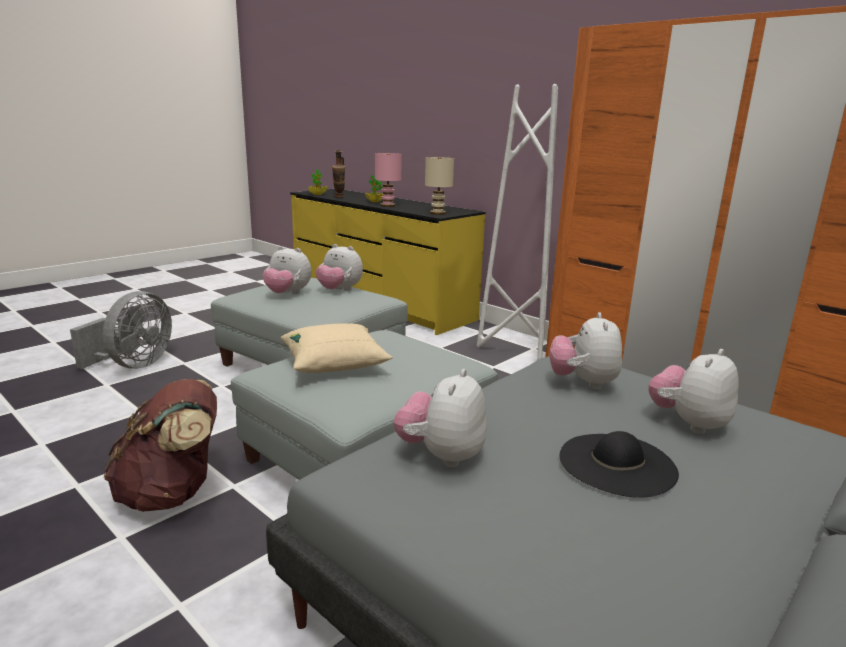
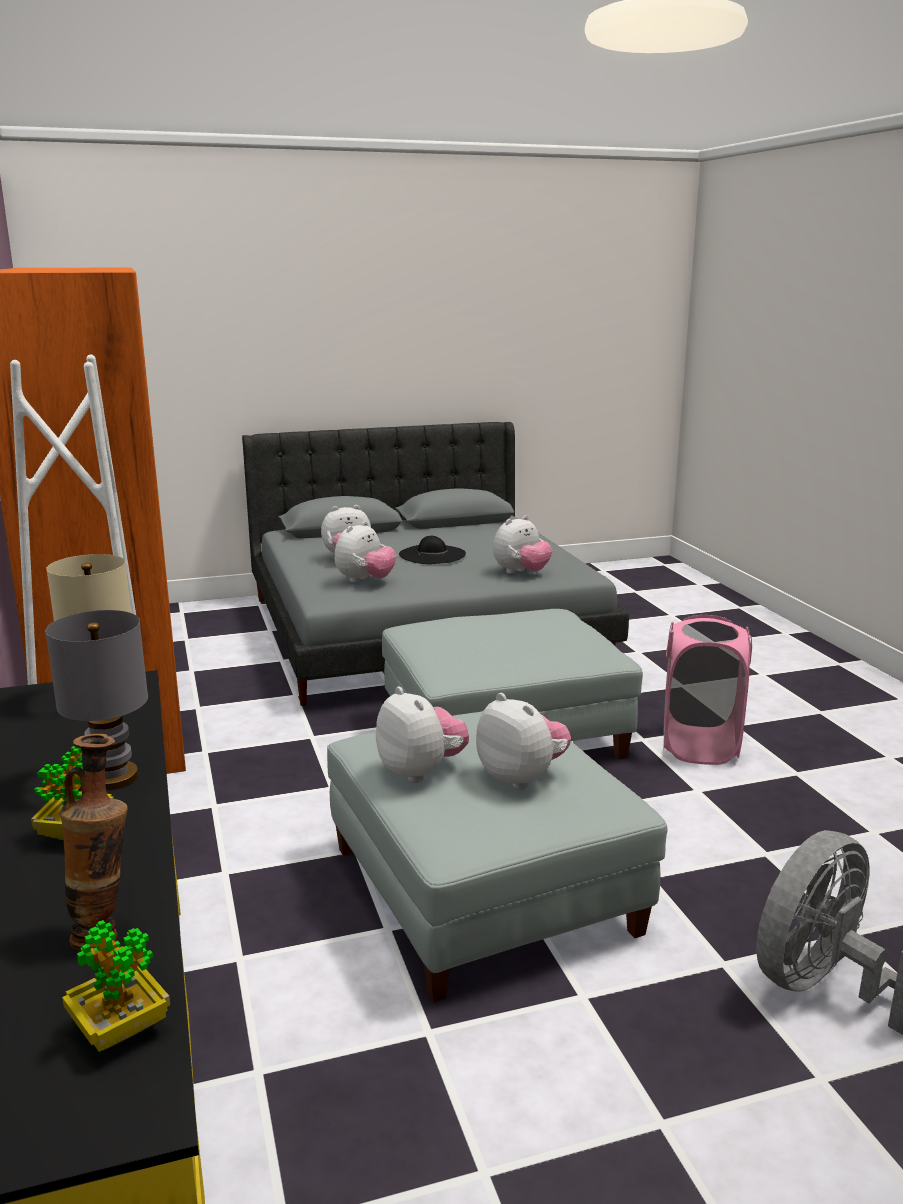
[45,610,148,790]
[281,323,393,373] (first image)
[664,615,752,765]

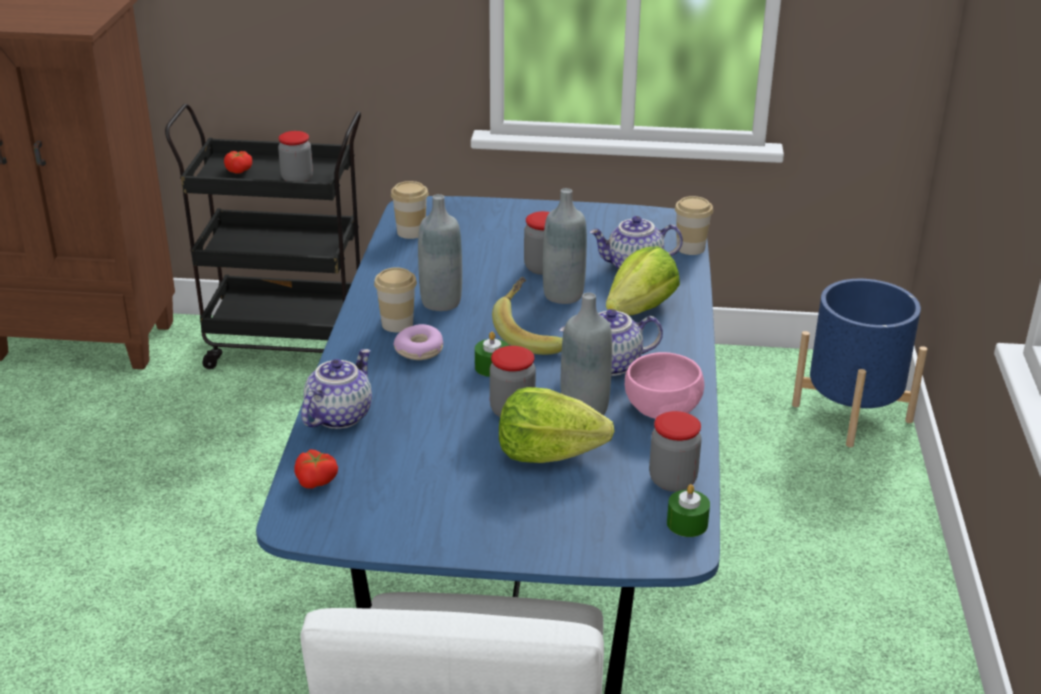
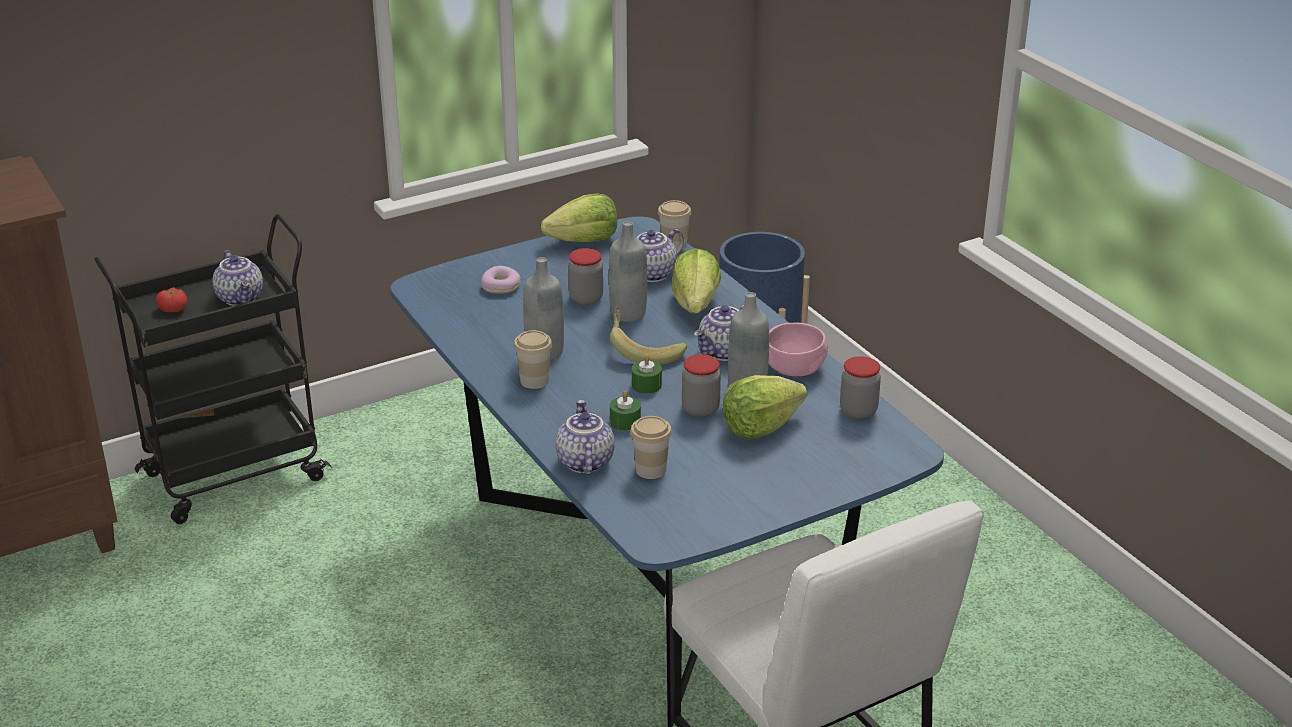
[213,250,263,306]
[630,416,672,479]
[481,266,521,294]
[294,450,338,489] (first image)
[610,390,641,431]
[541,193,617,242]

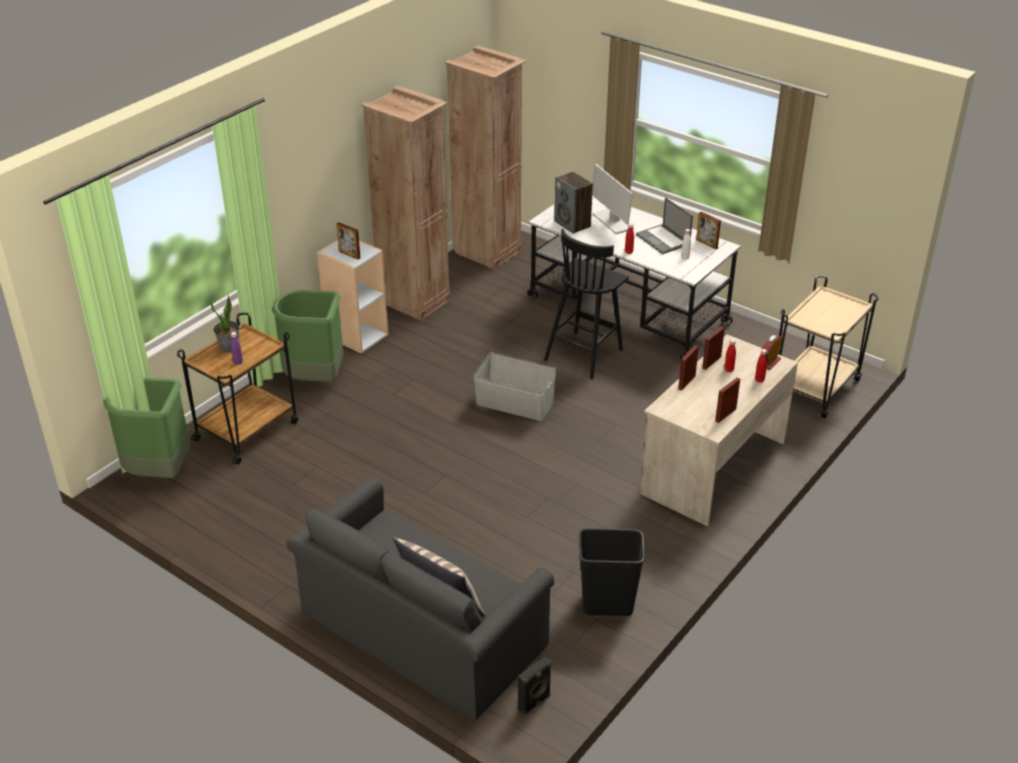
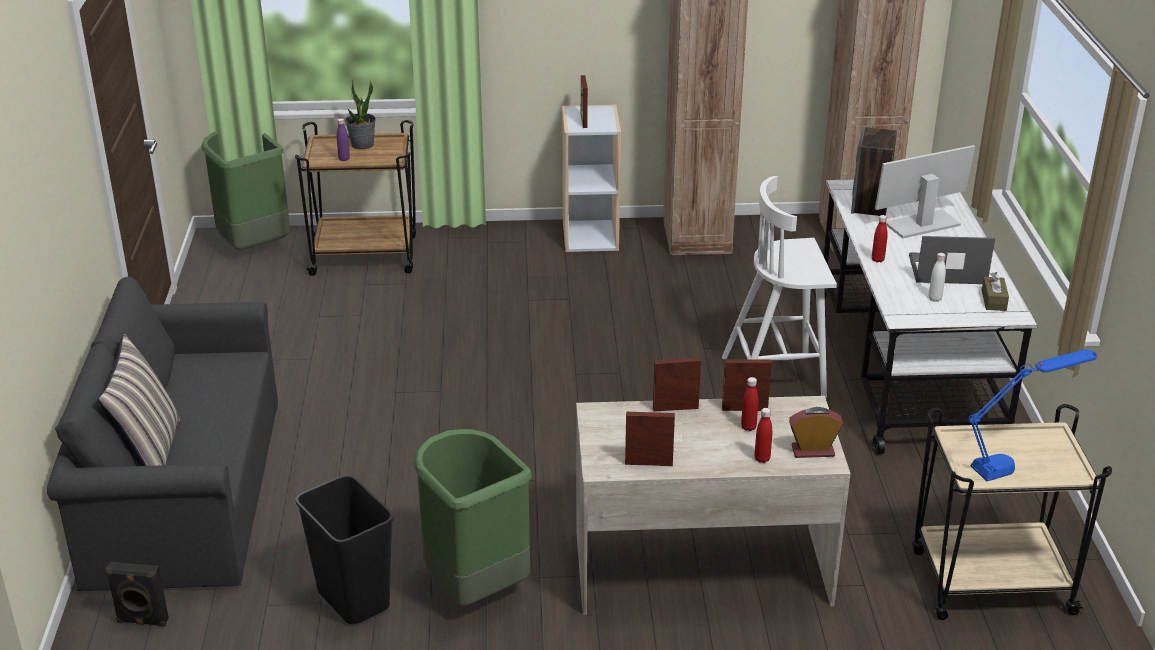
[875,145,975,239]
[909,236,995,284]
[982,272,1009,311]
[722,176,837,398]
[413,429,532,607]
[474,352,556,421] (first image)
[968,349,1097,482]

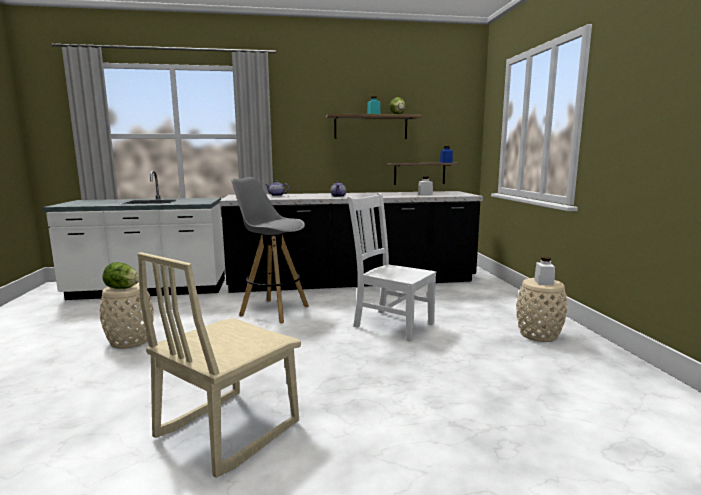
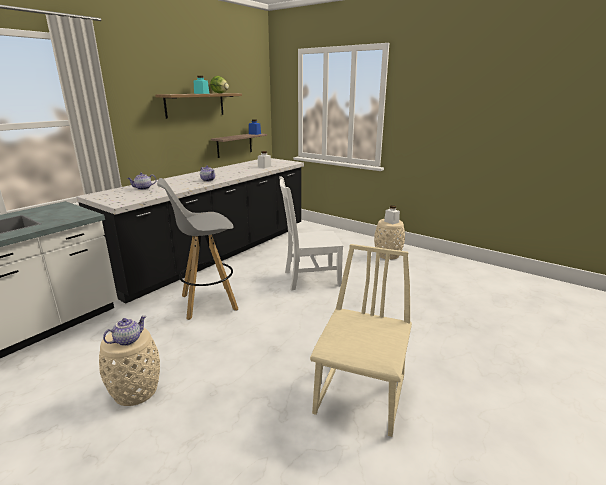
[310,244,412,437]
[103,316,146,346]

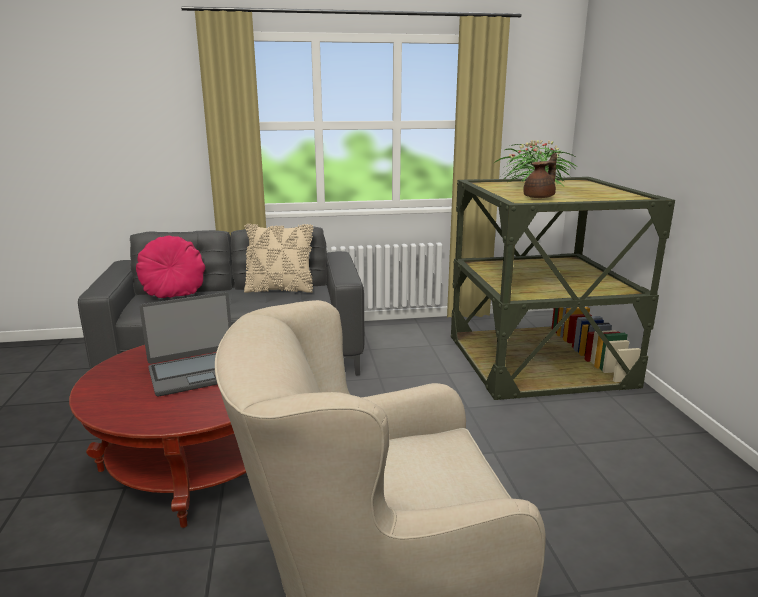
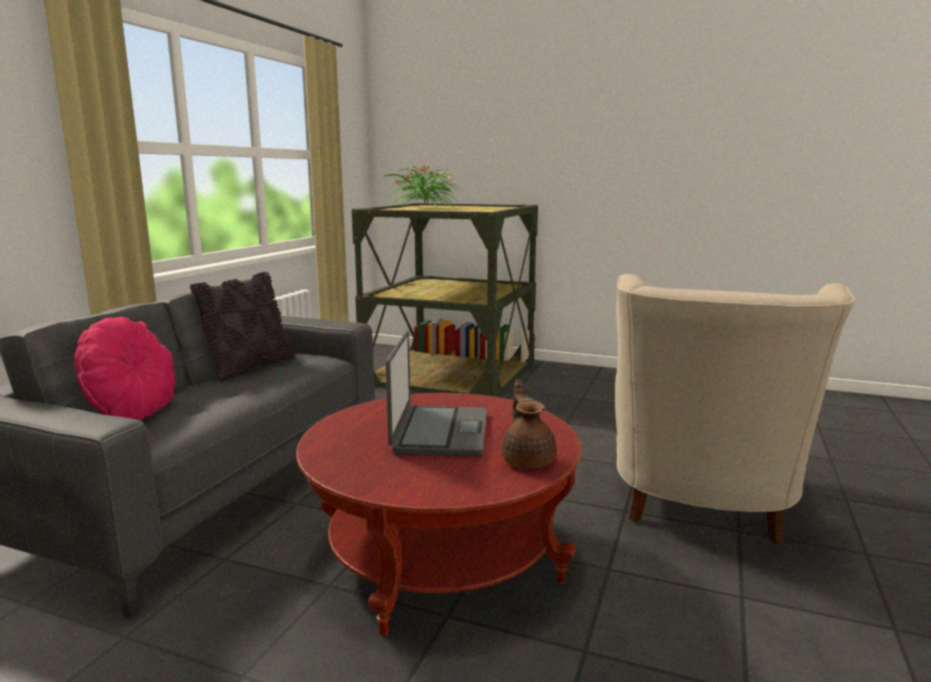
[502,379,557,469]
[190,272,296,382]

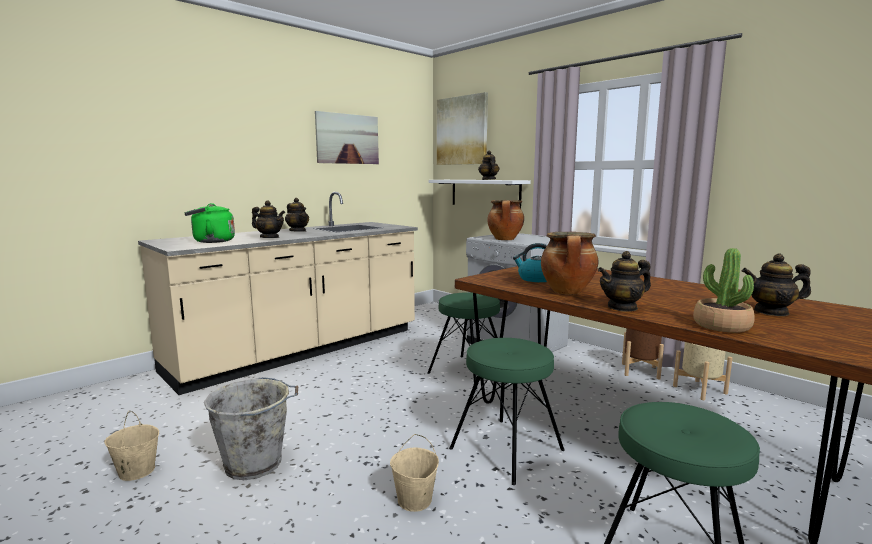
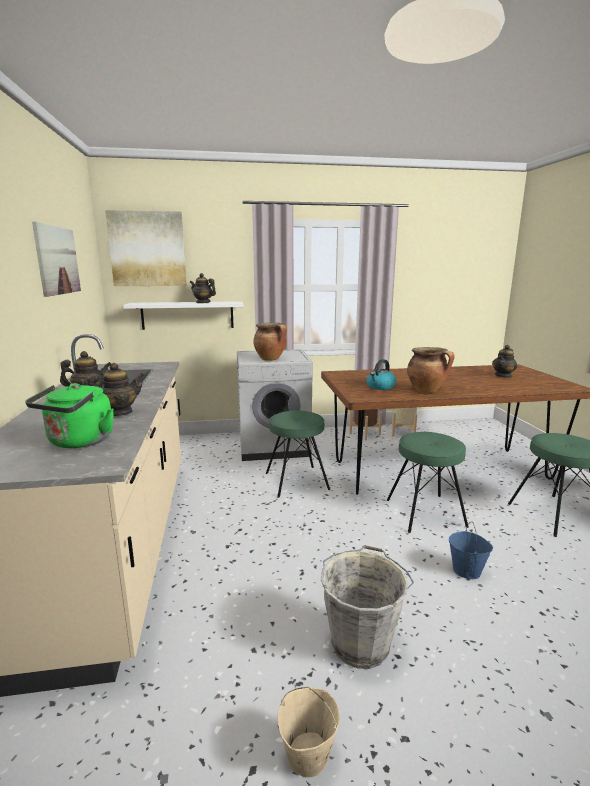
[693,248,755,333] (first image)
[598,251,651,312] (first image)
[449,522,493,579]

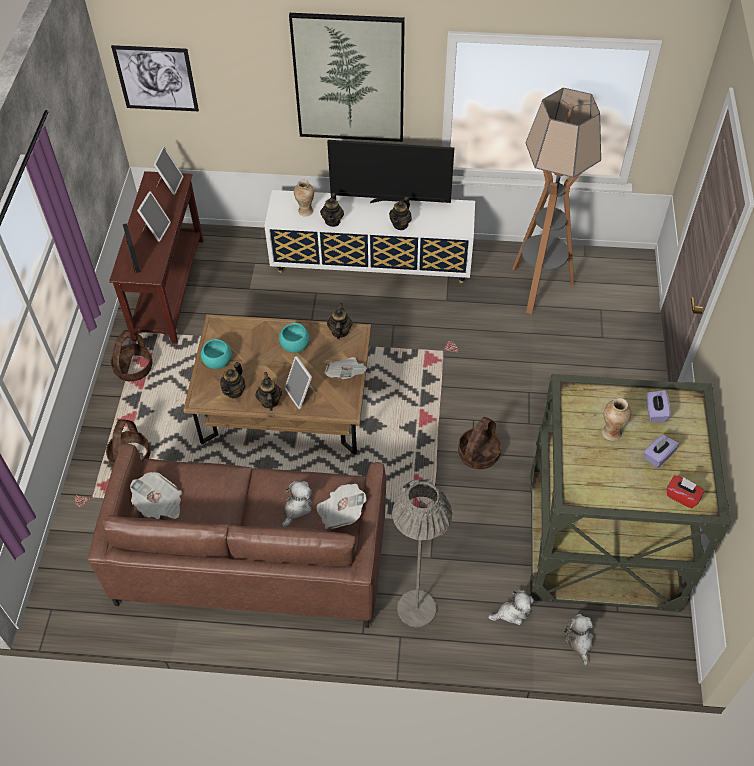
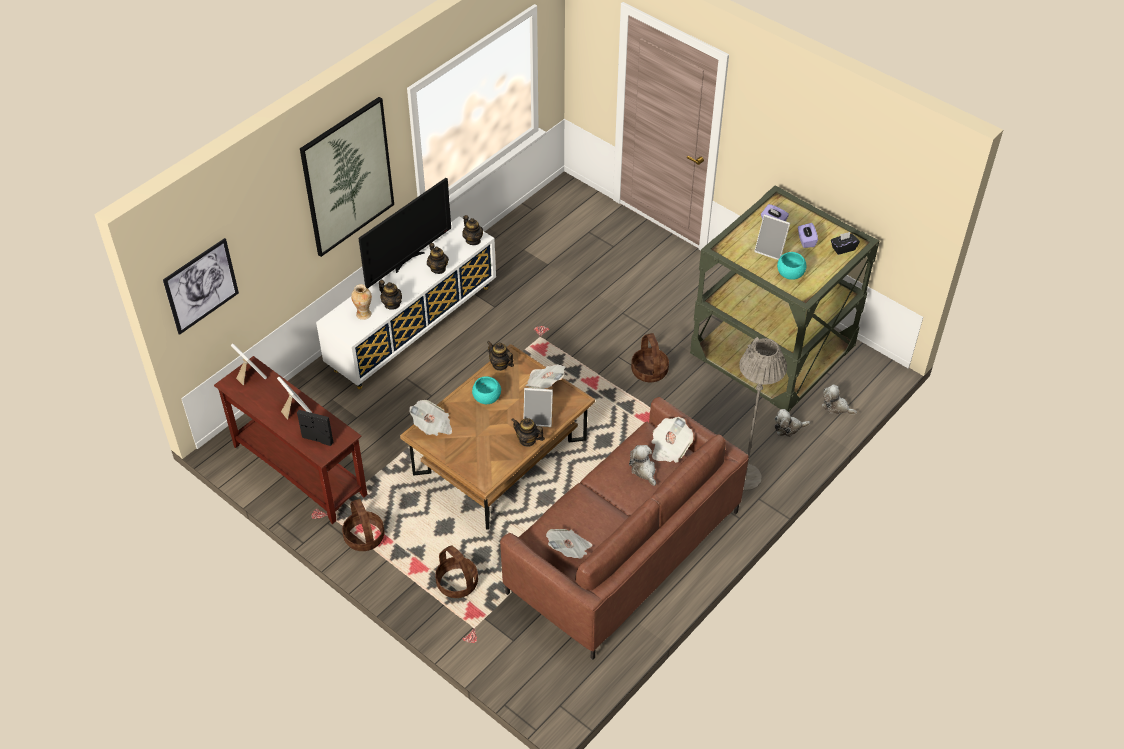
[512,88,601,314] (first image)
[777,252,806,280]
[462,215,483,245]
[754,214,790,260]
[831,232,860,255]
[775,409,810,437]
[409,400,452,436]

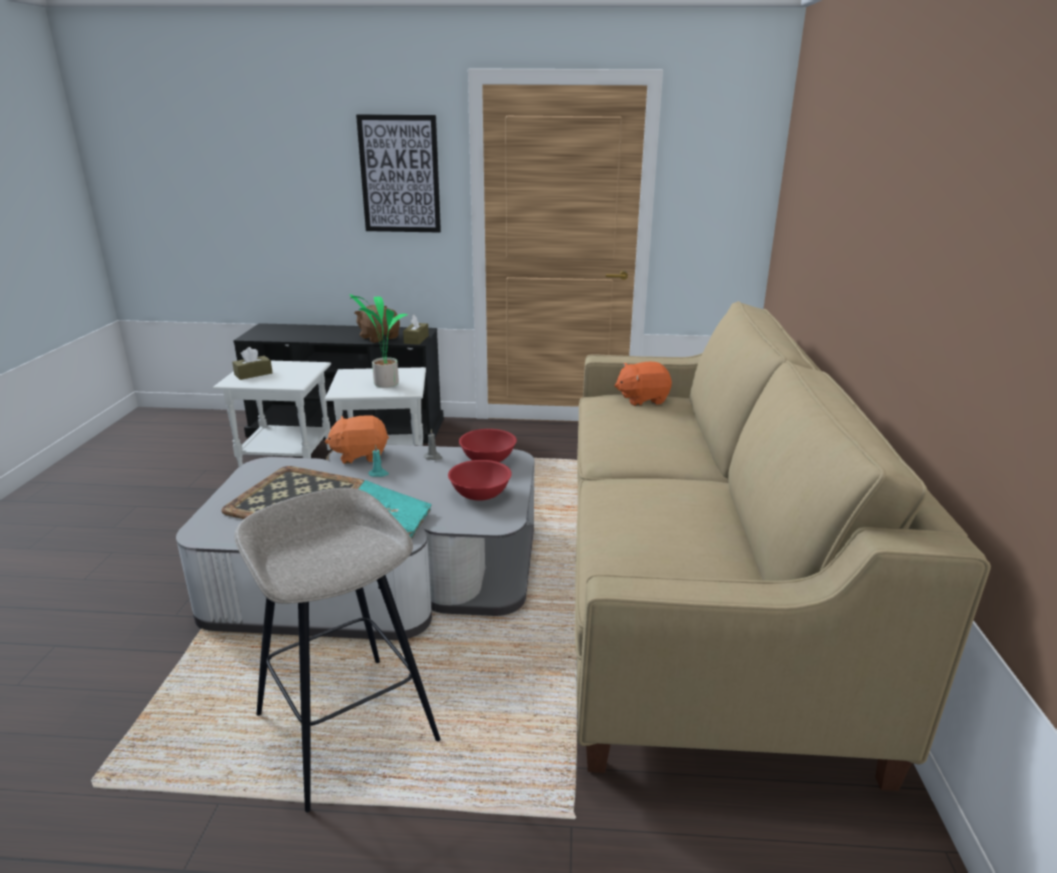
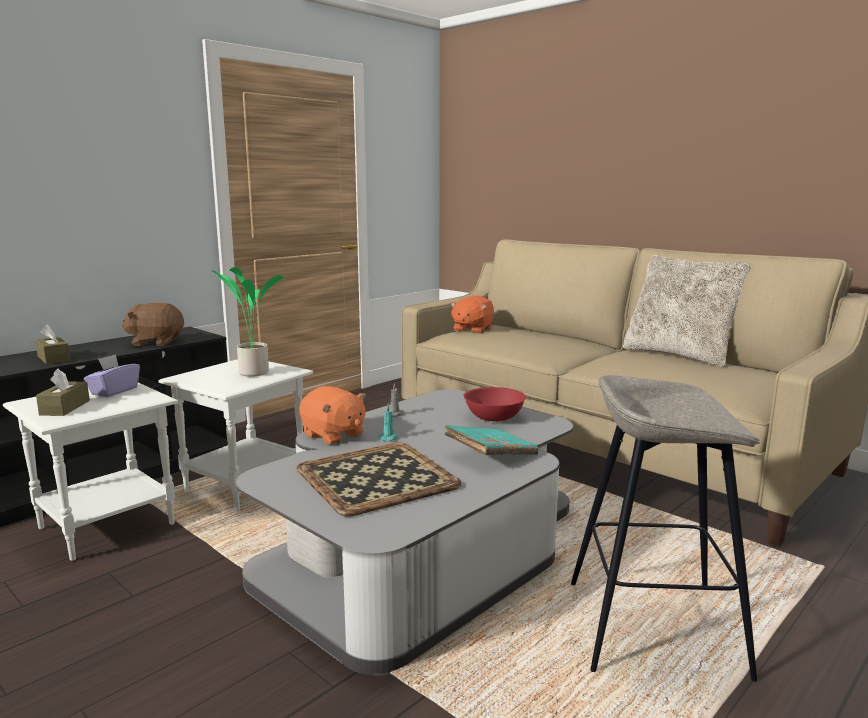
[356,114,441,233] (first image)
[35,324,70,364]
[299,386,366,445]
[459,429,517,462] (first image)
[623,255,752,367]
[84,354,140,397]

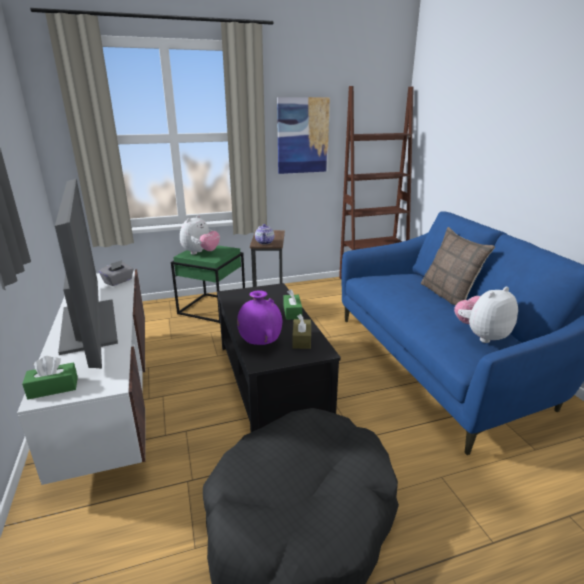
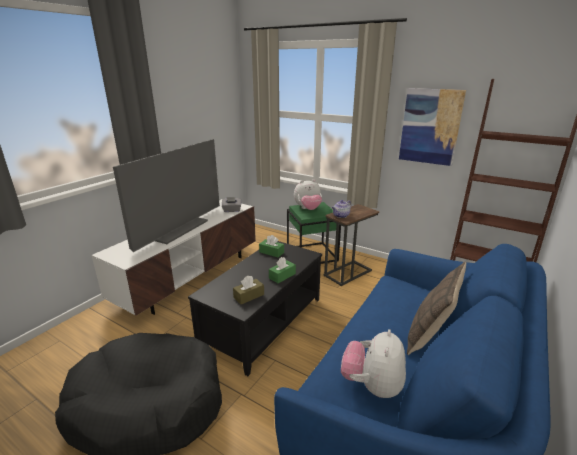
[341,329,406,398]
[237,290,282,345] (first image)
[259,235,284,257]

